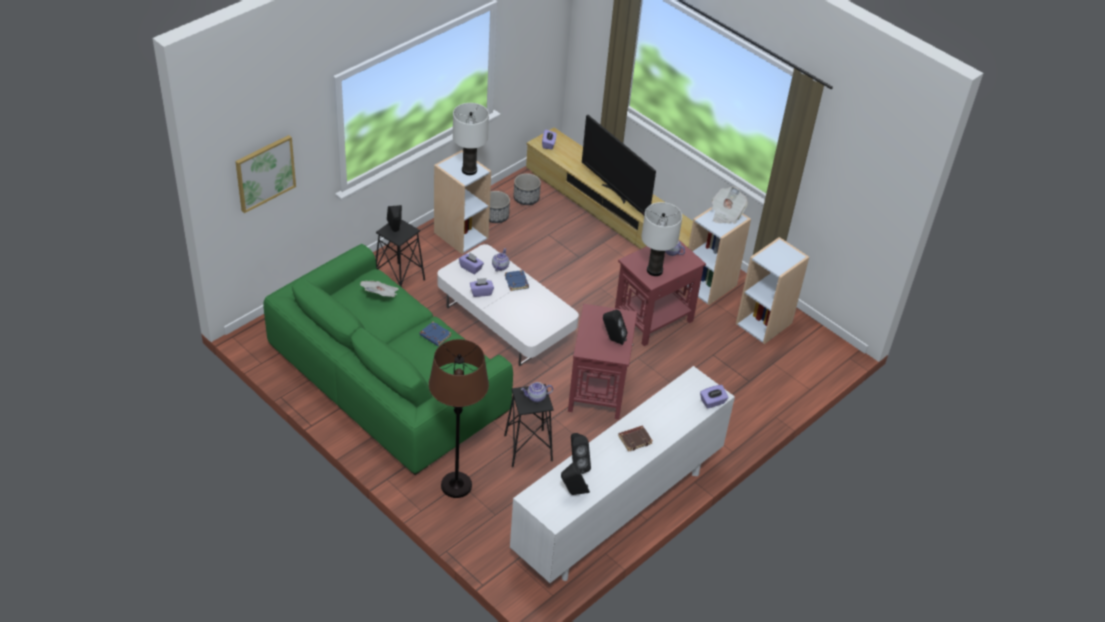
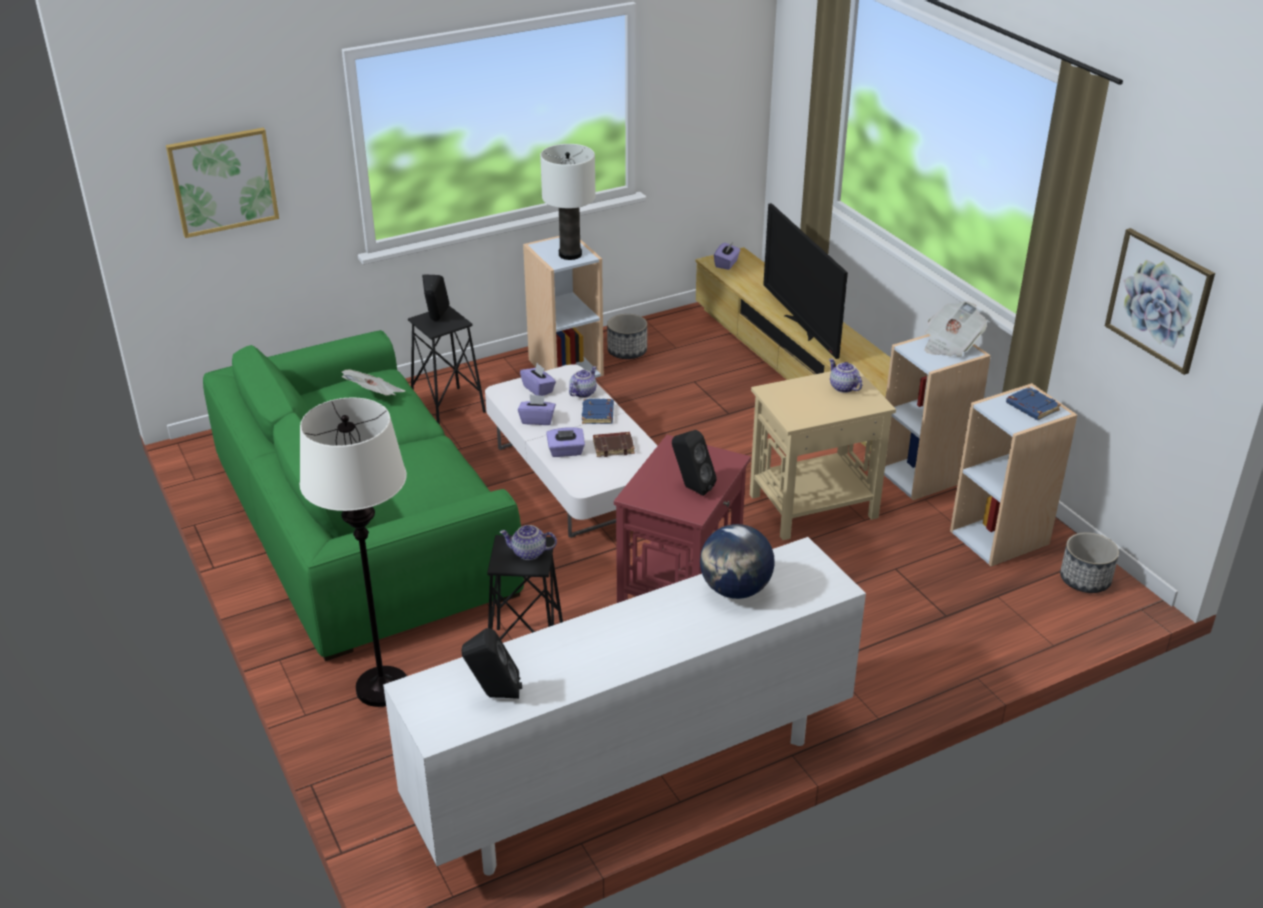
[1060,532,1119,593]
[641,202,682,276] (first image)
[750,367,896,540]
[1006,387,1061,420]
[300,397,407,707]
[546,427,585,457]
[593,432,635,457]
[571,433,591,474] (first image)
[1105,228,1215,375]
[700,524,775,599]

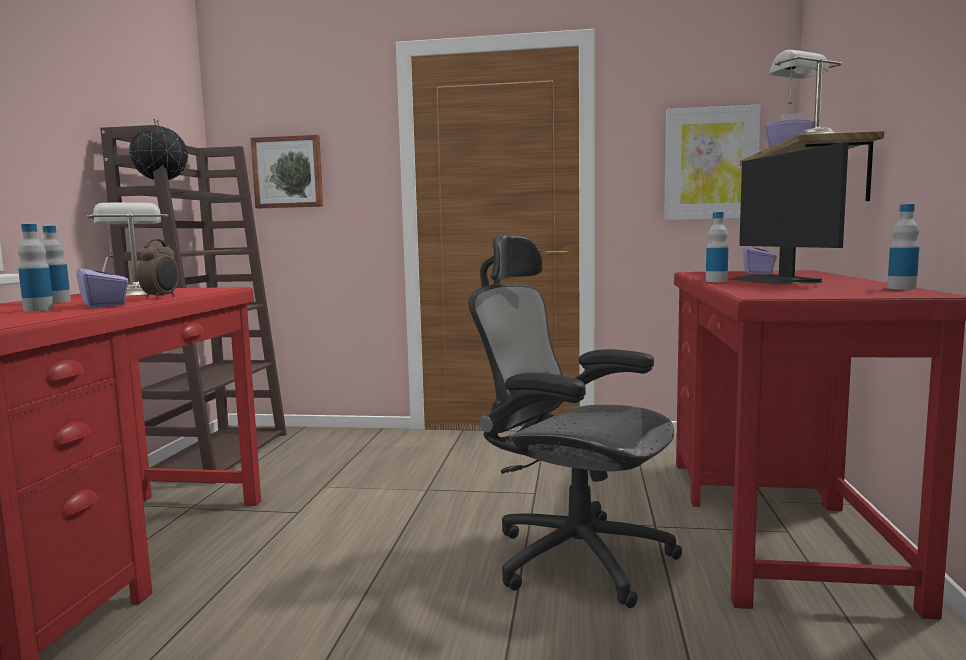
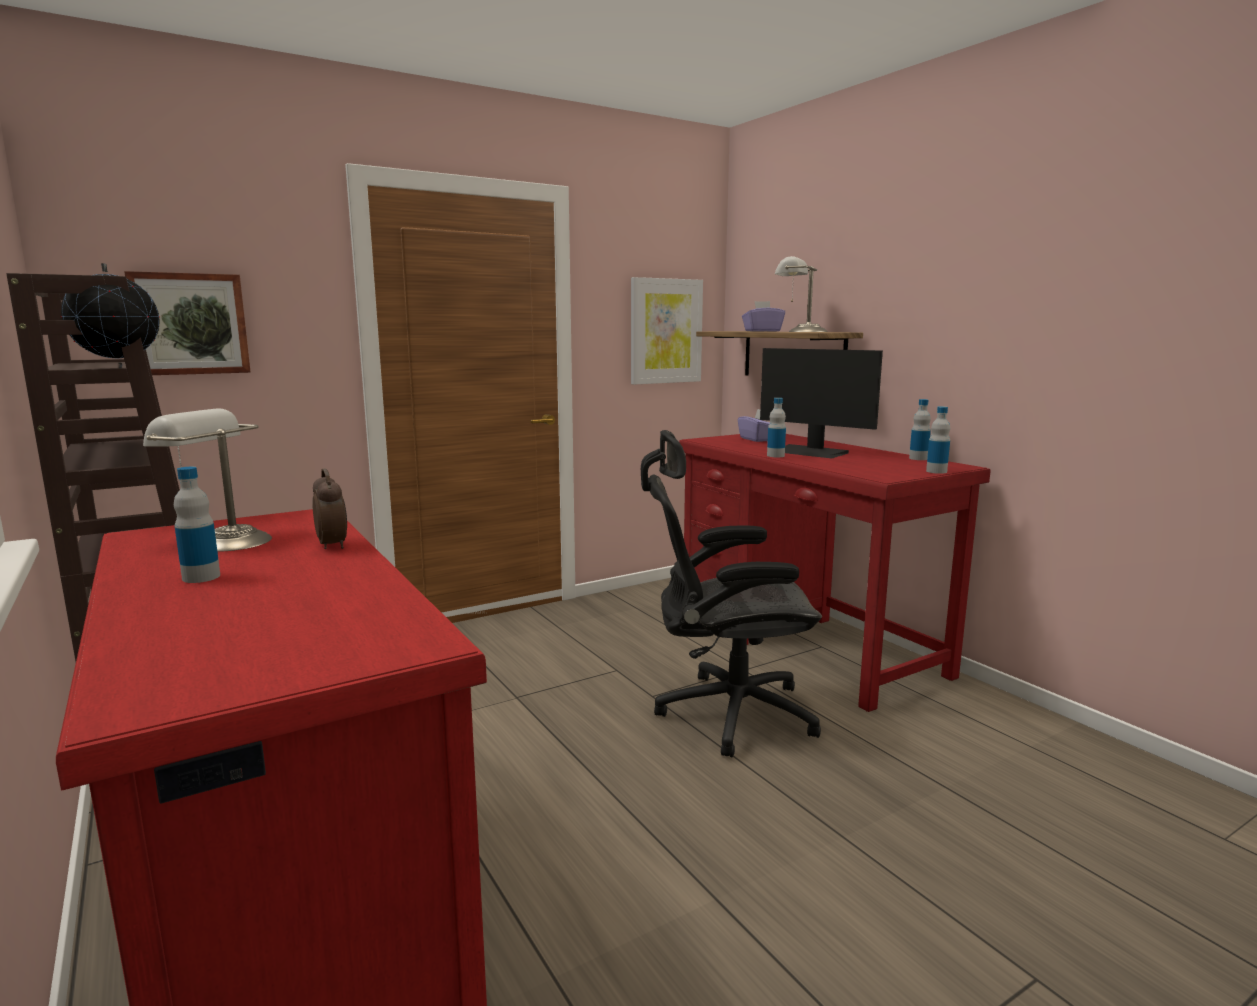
[926,407,950,474]
[76,257,129,307] (first image)

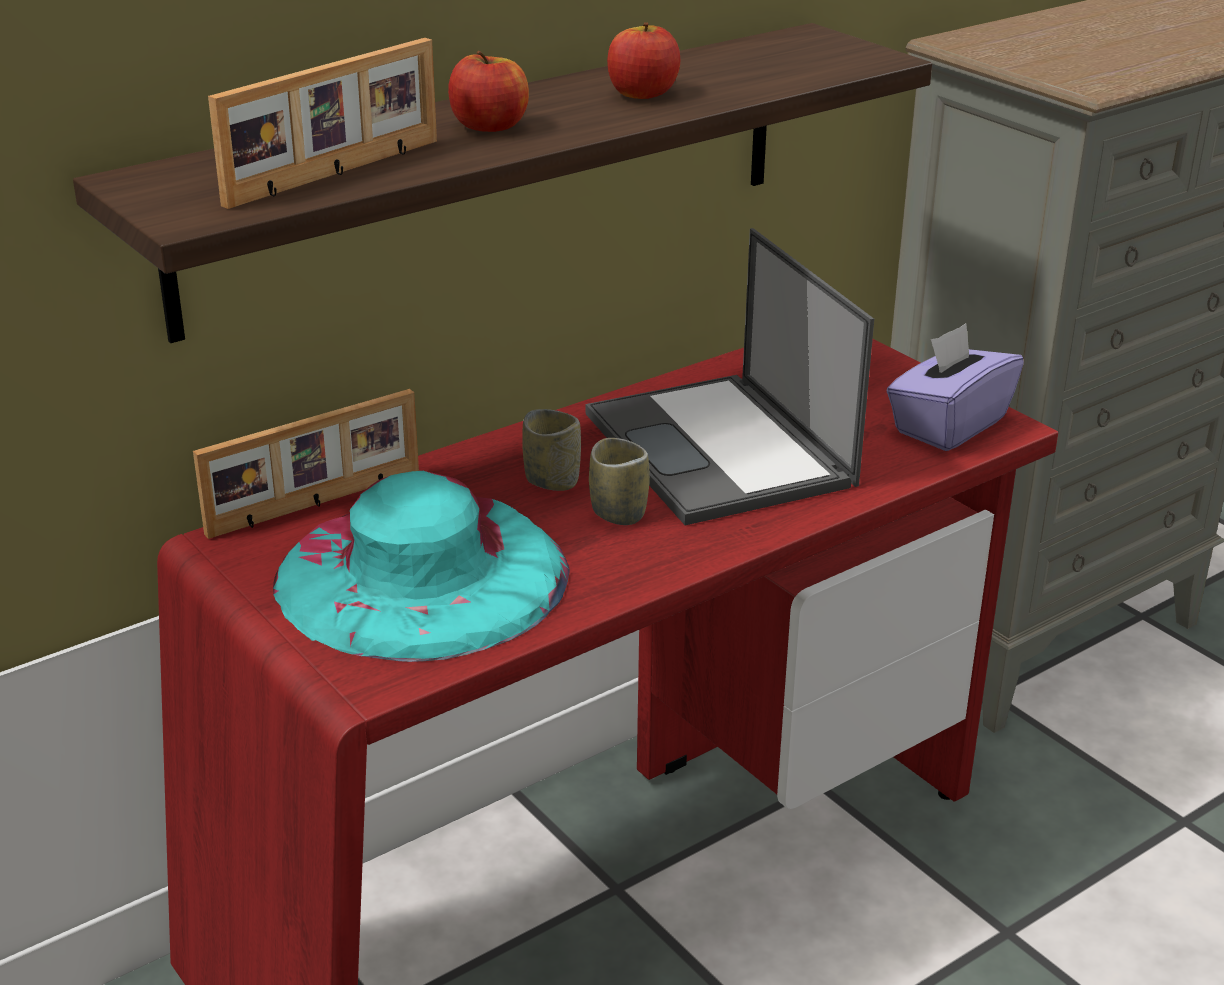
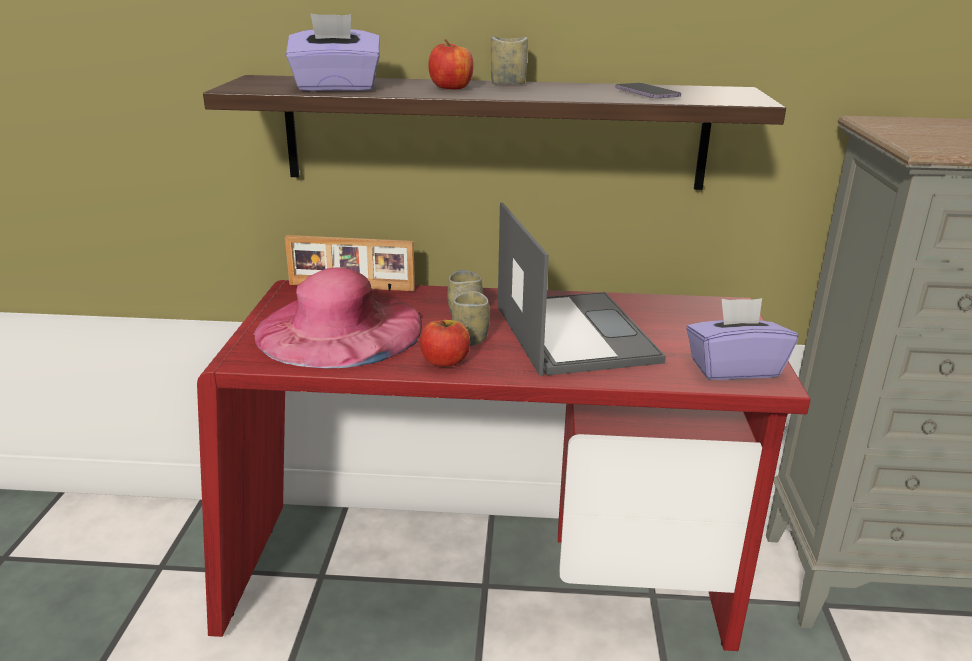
[420,320,470,367]
[286,13,380,91]
[498,202,666,376]
[253,268,422,369]
[491,37,528,85]
[615,83,681,98]

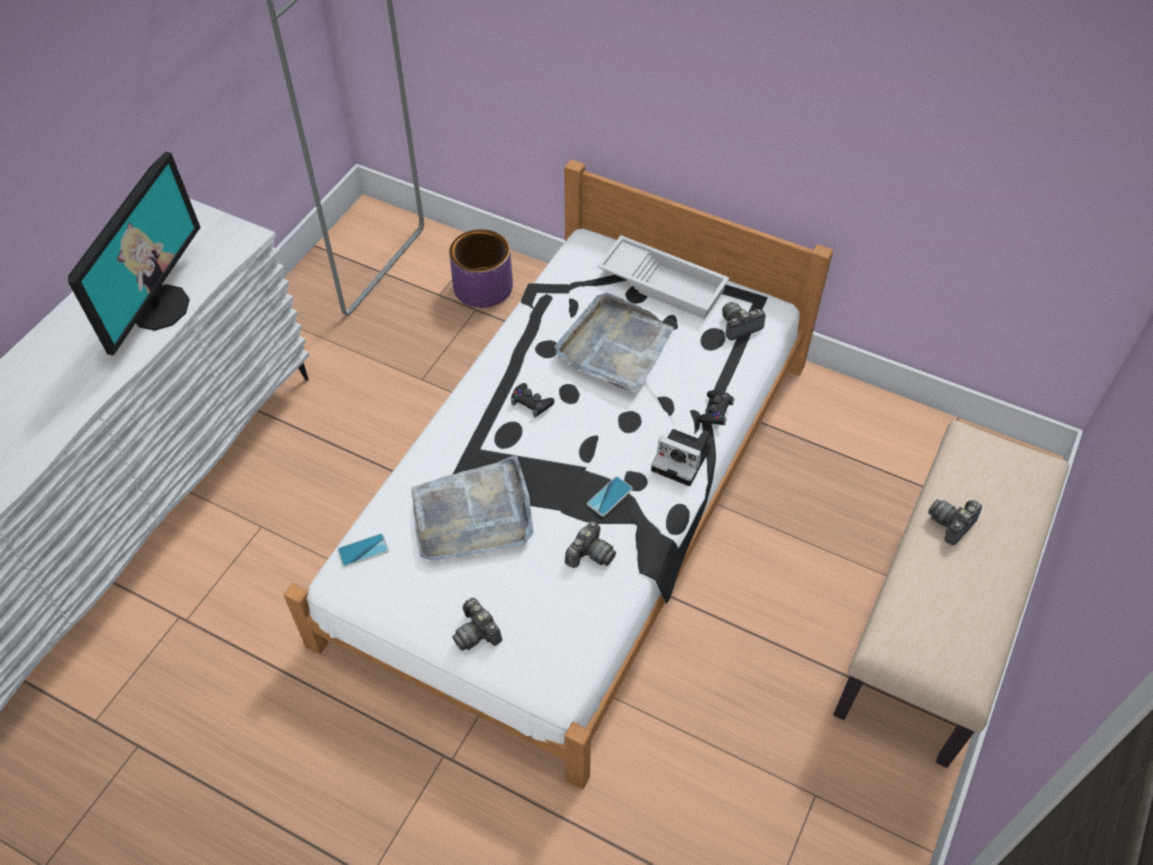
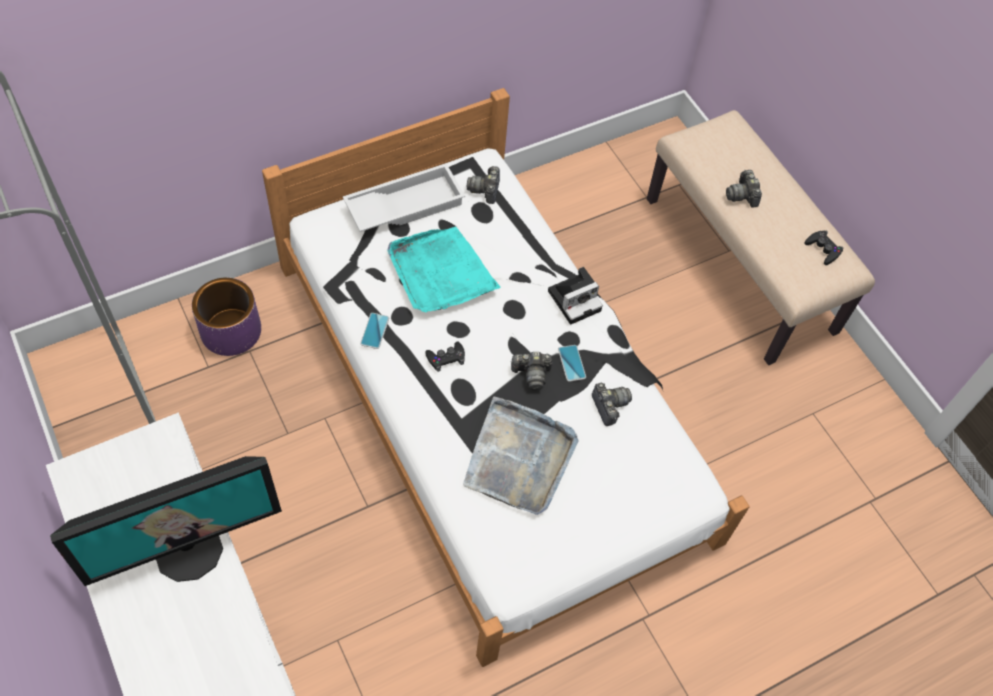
[50,456,282,586]
[387,227,501,312]
[804,231,844,265]
[360,313,389,349]
[511,352,552,390]

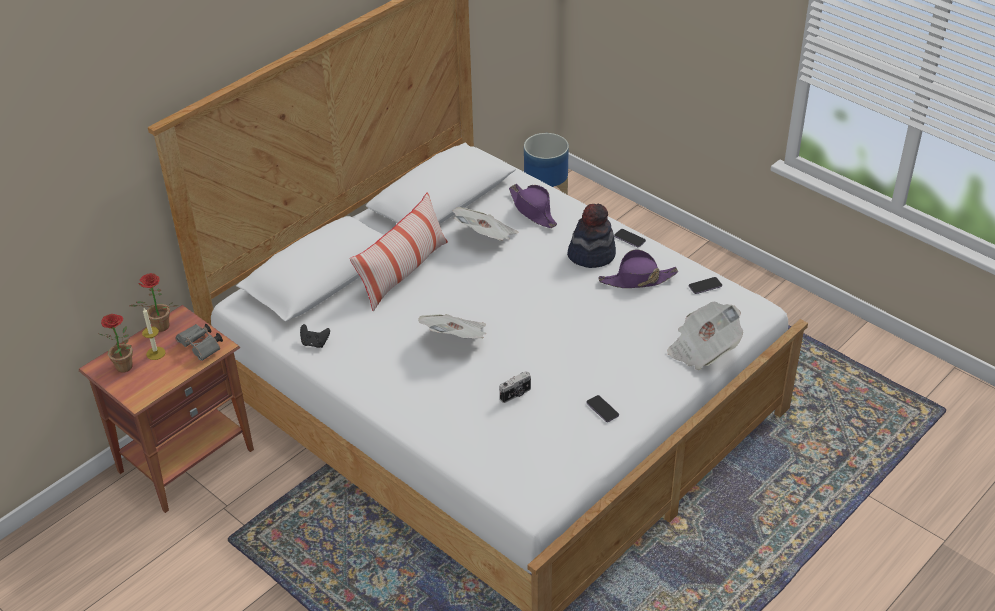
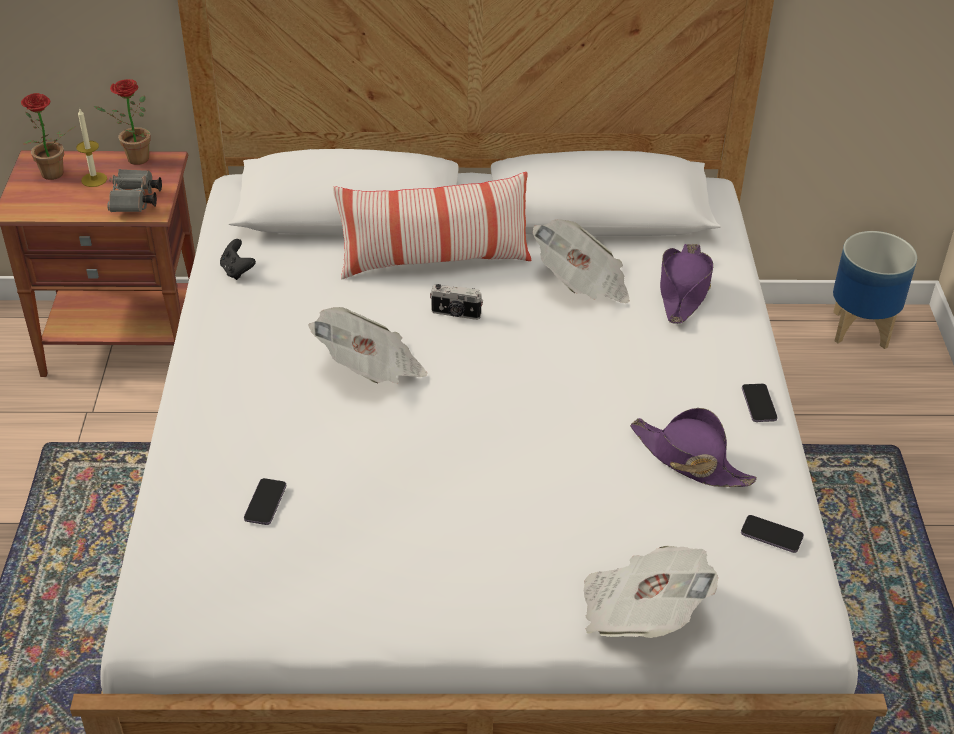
[567,204,616,268] (first image)
[430,284,483,320]
[244,478,286,525]

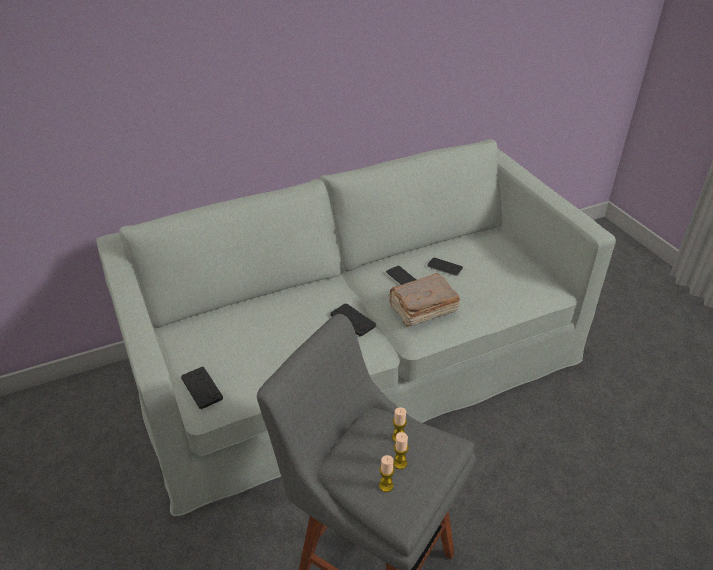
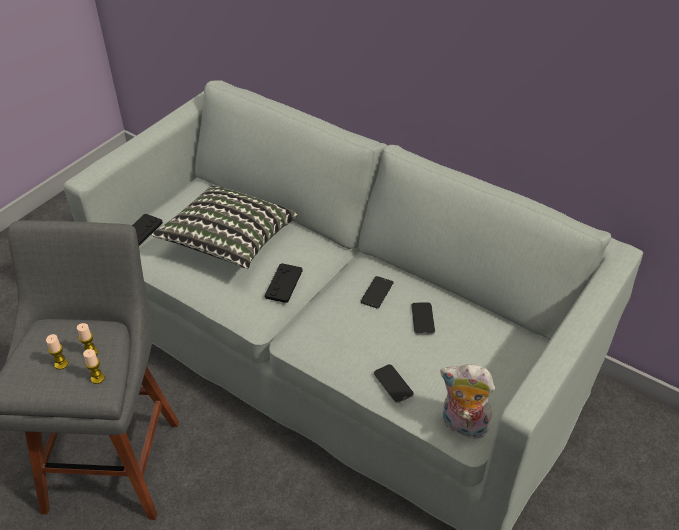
[389,273,460,327] (first image)
[83,349,105,384]
[152,186,298,269]
[374,364,414,403]
[440,364,495,438]

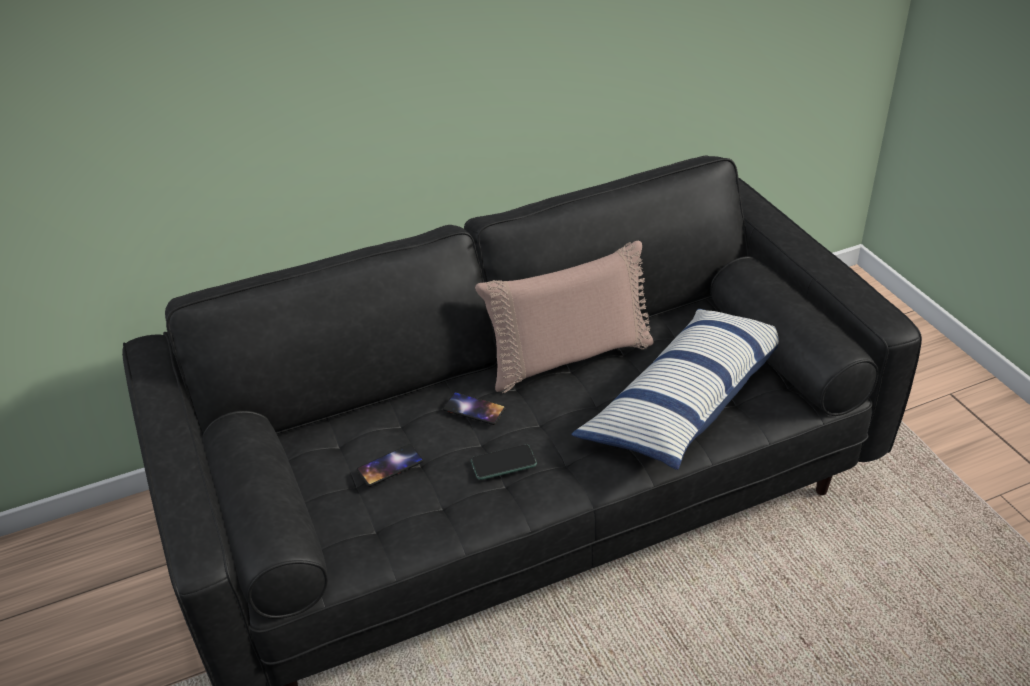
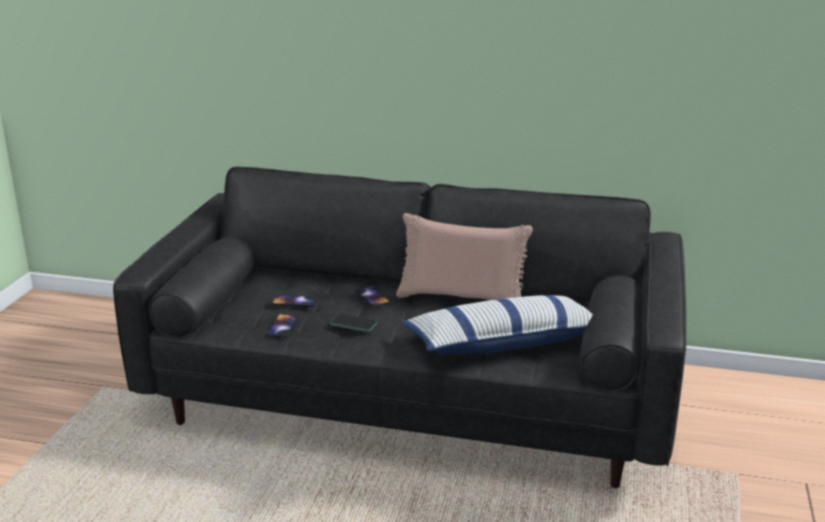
[266,314,299,338]

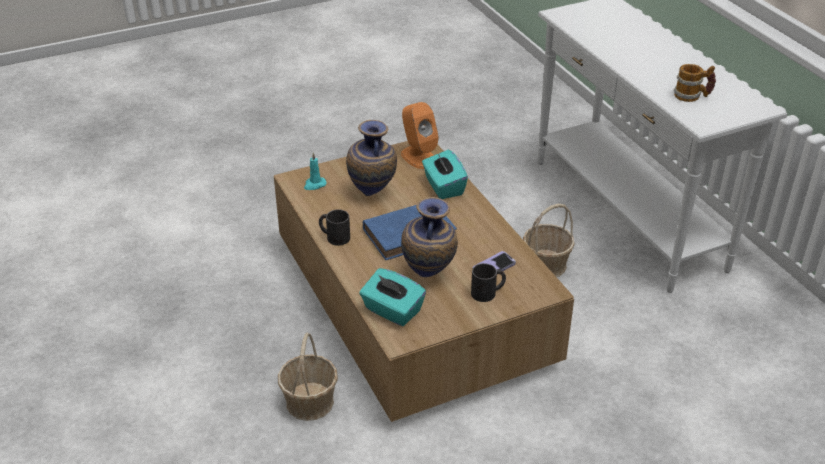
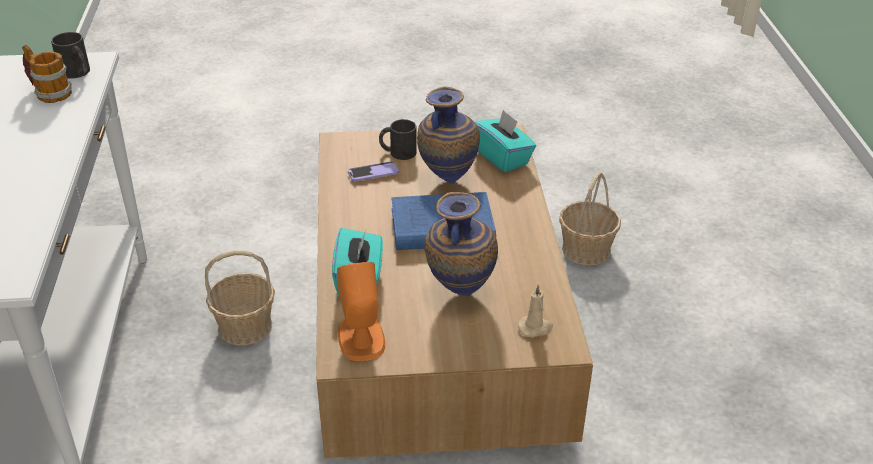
[518,284,553,338]
[51,32,90,79]

